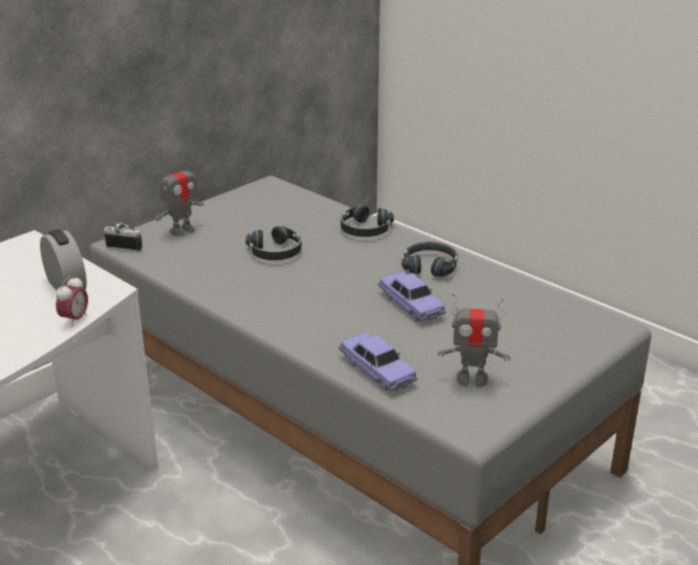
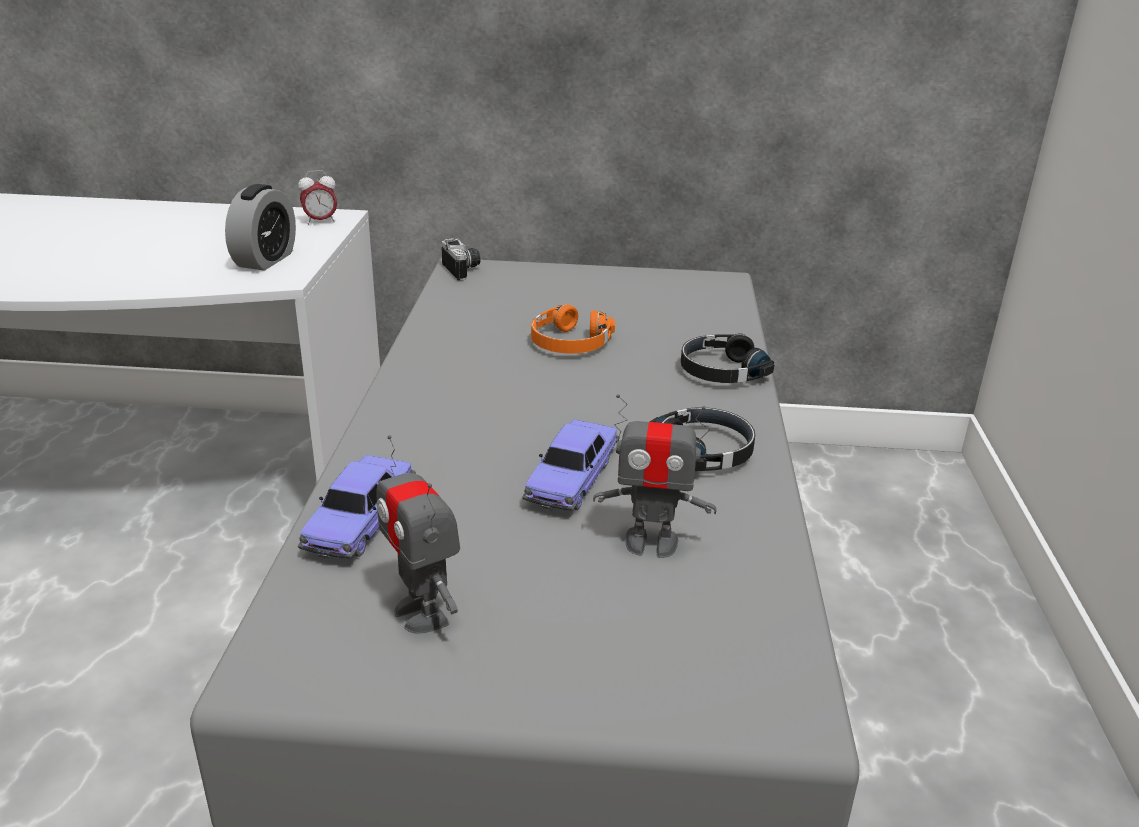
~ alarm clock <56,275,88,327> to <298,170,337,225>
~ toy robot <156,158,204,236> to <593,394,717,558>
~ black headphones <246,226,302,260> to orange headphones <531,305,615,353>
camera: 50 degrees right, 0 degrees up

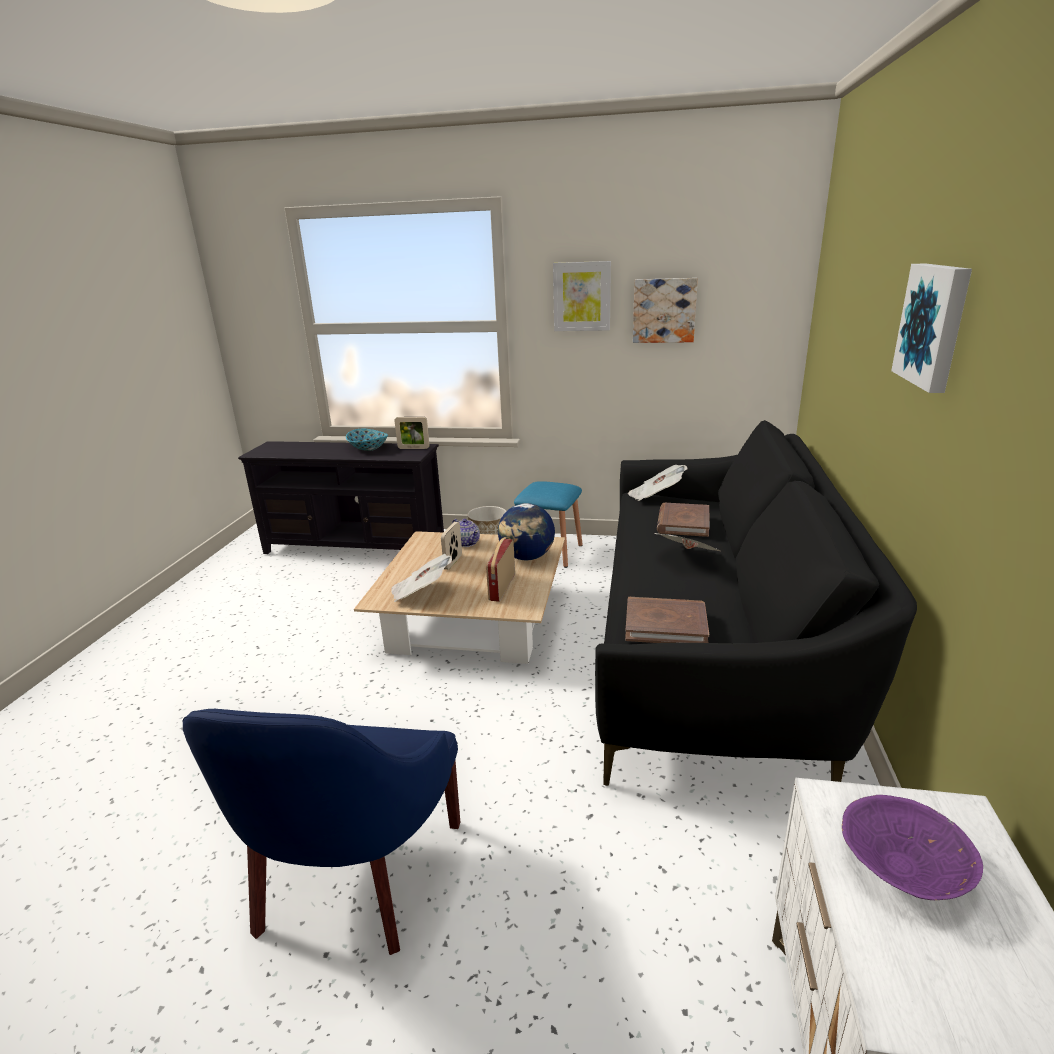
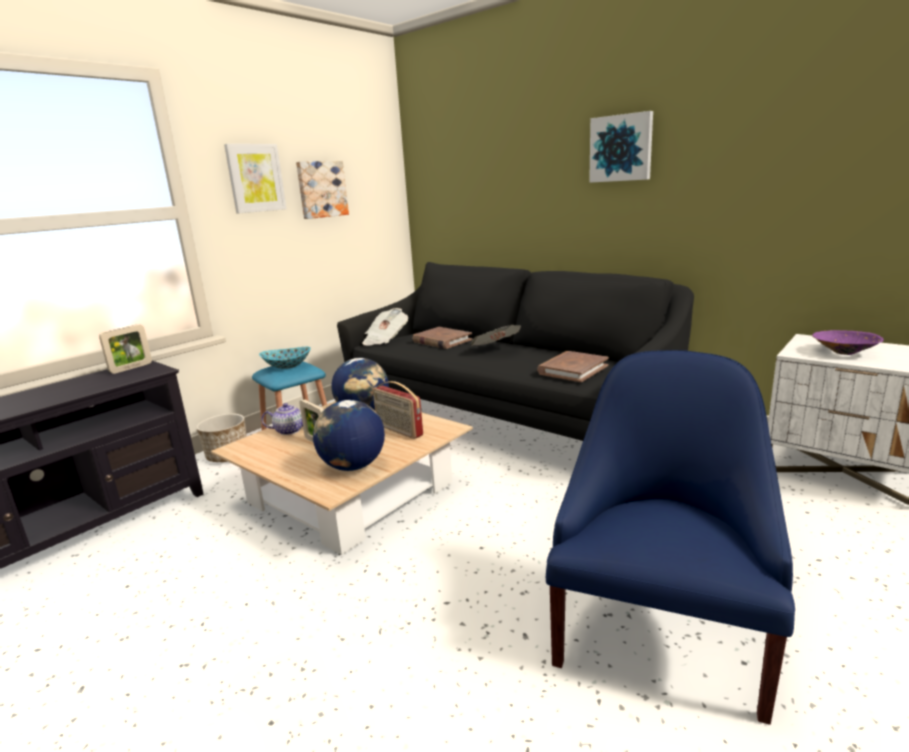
~ bowl <346,429,388,451> to <259,347,311,369>
~ newspaper <391,554,452,602> to globe <313,400,385,471>
~ blue armchair <183,709,460,955> = <546,350,795,725> 105 degrees counterclockwise
camera: 60 degrees left, 5 degrees down

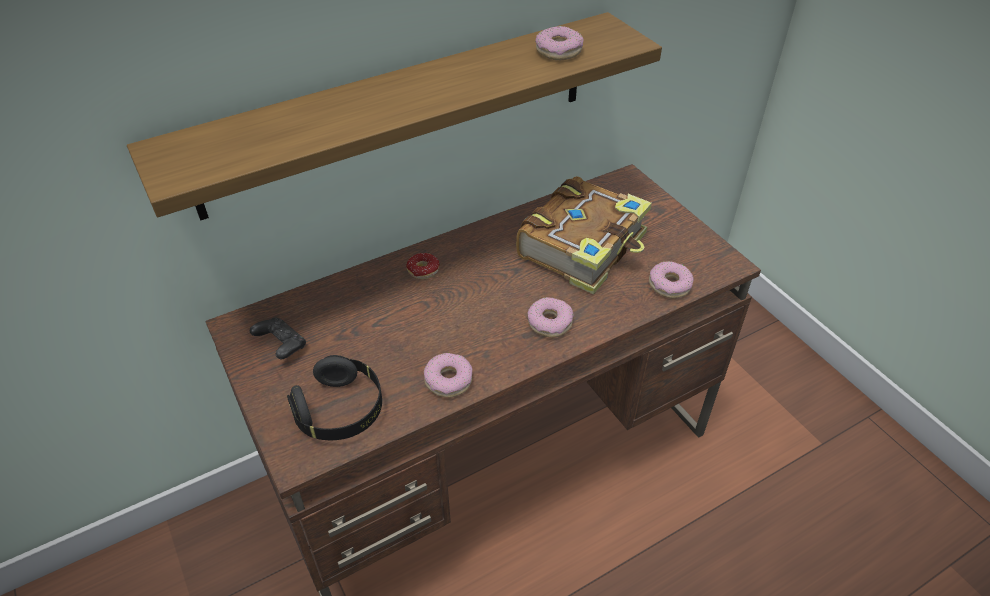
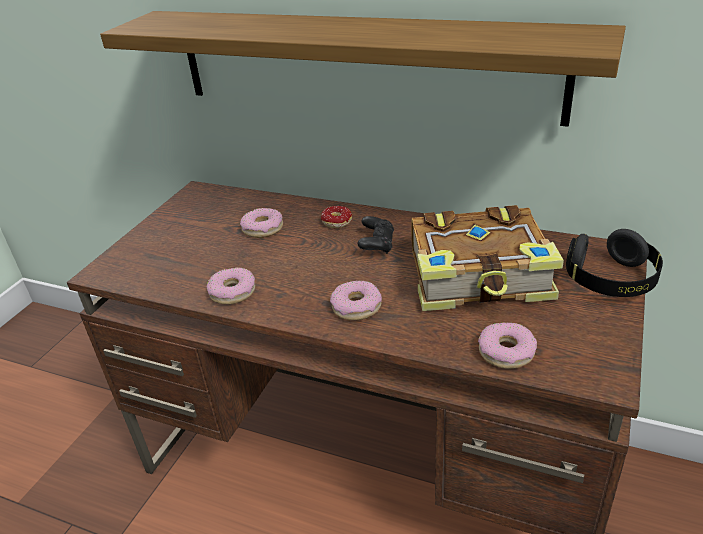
~ black game controller <250,318,306,359> to <357,216,394,254>
~ black headphones <287,355,382,440> to <566,229,663,297>
~ donut <535,26,584,60> to <240,208,283,238>
camera: 55 degrees right, 10 degrees down

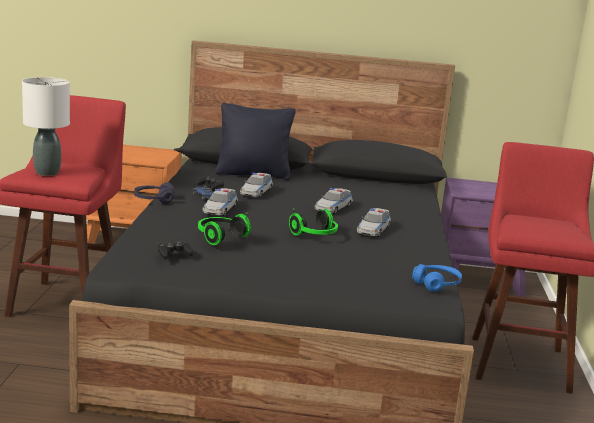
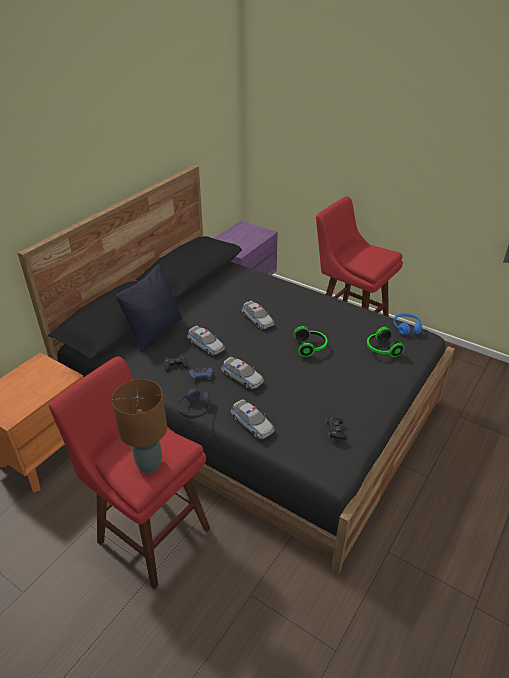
~ headphones <198,212,251,245> to <367,324,405,357>
~ toy car <357,208,391,237> to <231,399,275,439>
~ white table lamp <22,77,70,176> to brown table lamp <111,379,167,473>
camera: 60 degrees left, 20 degrees up

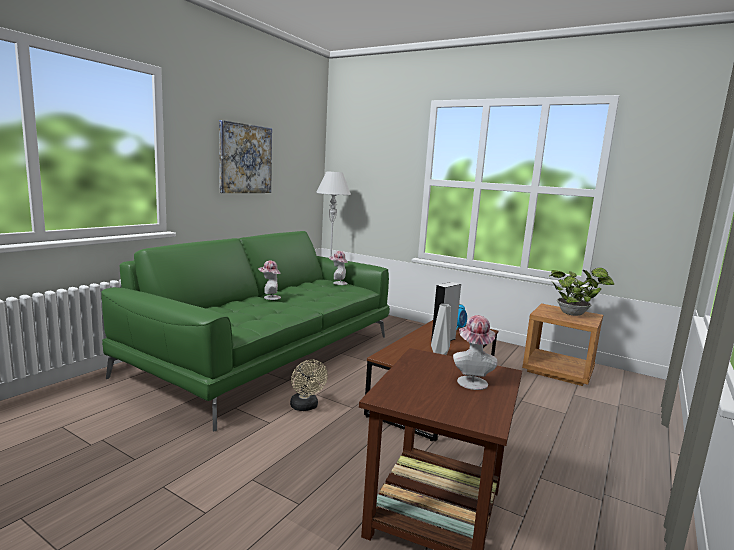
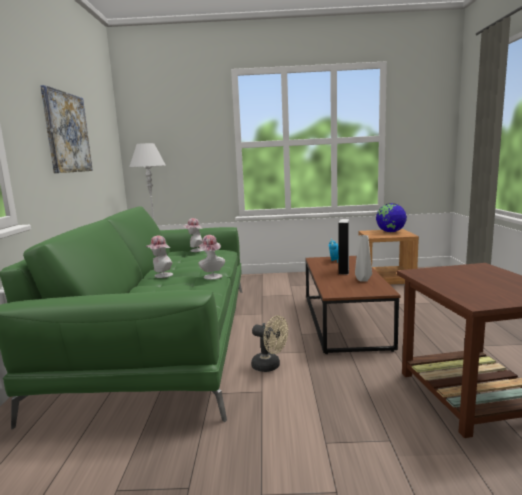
~ hat <453,315,498,390> to <198,235,225,280>
~ potted plant <549,268,615,316> to globe <376,203,407,232>
camera: 30 degrees left, 0 degrees up

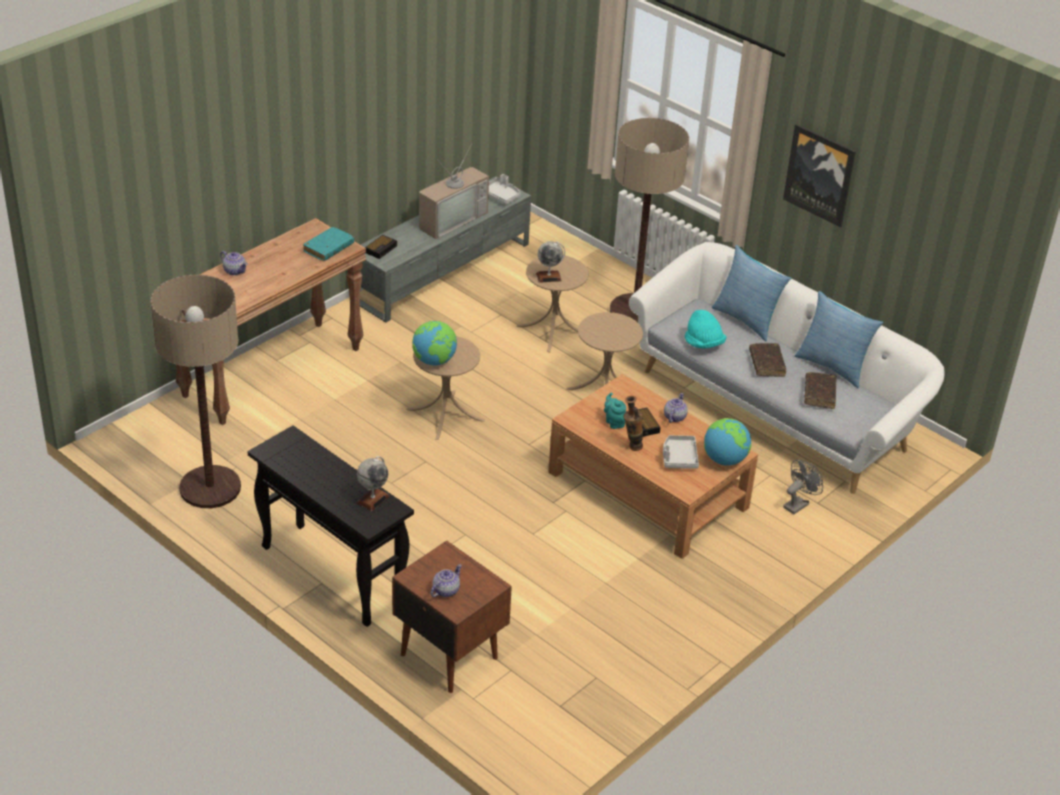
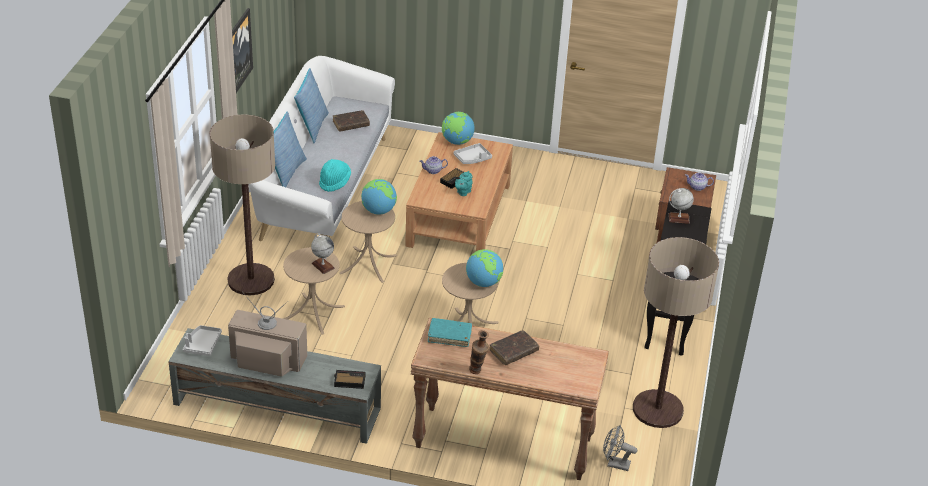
- teapot <220,251,248,275>
+ globe <361,179,397,215>
~ vase <623,396,643,451> to <469,330,489,374>
~ brown book <749,343,786,377> to <490,330,539,365>
~ grey fan <783,460,823,514> to <603,425,637,471>
camera: 120 degrees left, 0 degrees up

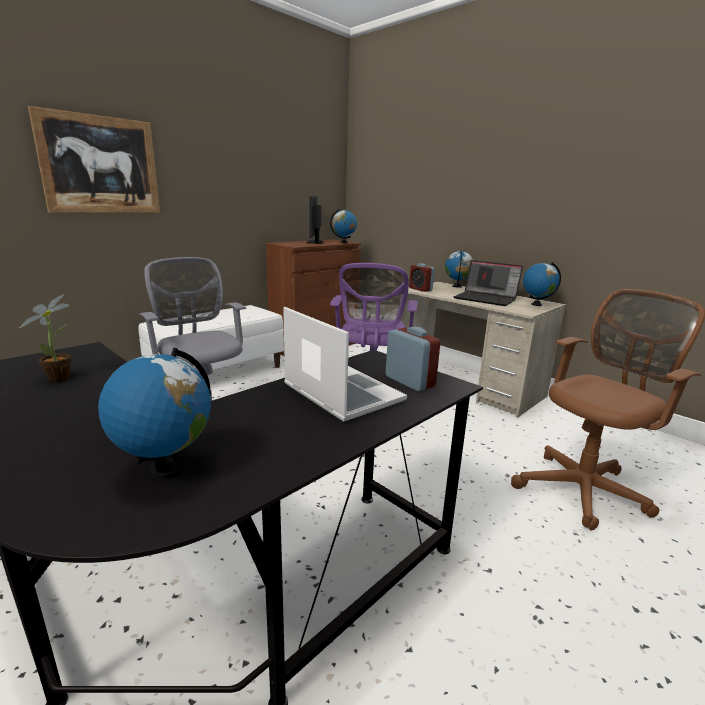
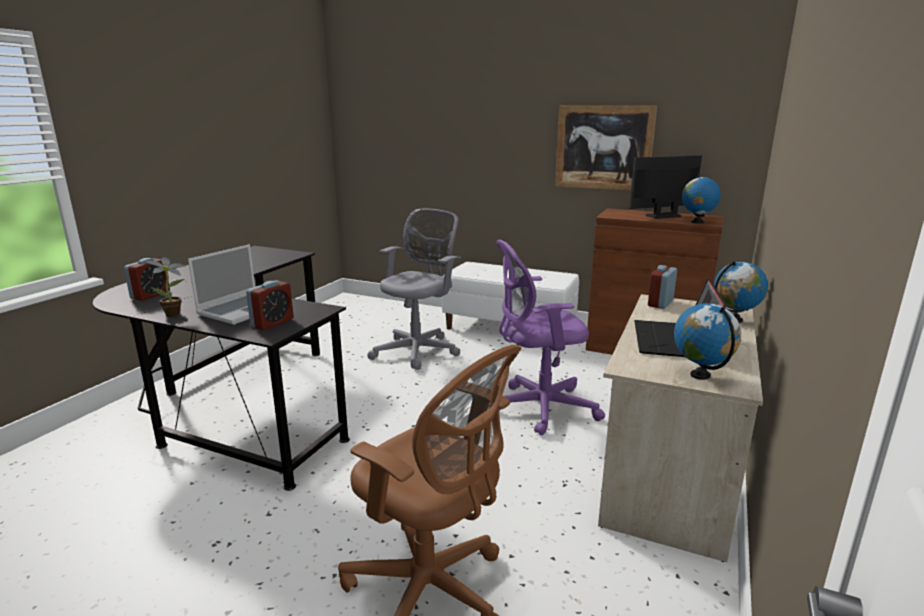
~ potted plant <20,294,72,382> to <145,257,185,317>
~ picture <28,106,160,213> to <555,105,657,191>
~ globe <98,347,211,479> to alarm clock <124,258,170,301>
camera: 70 degrees right, 0 degrees up

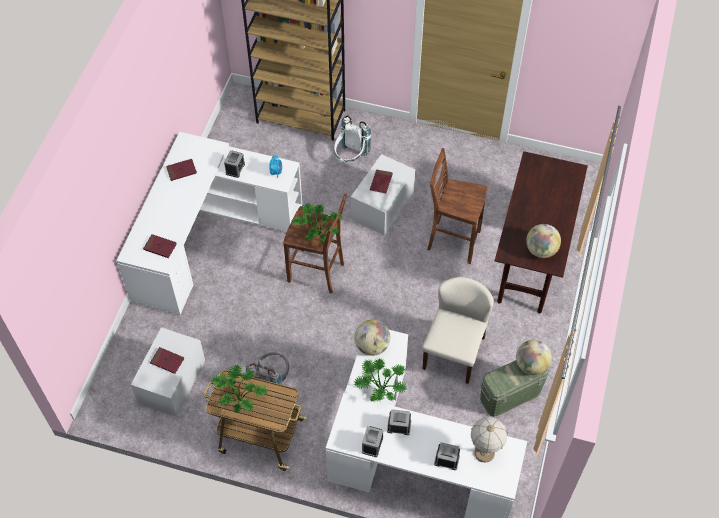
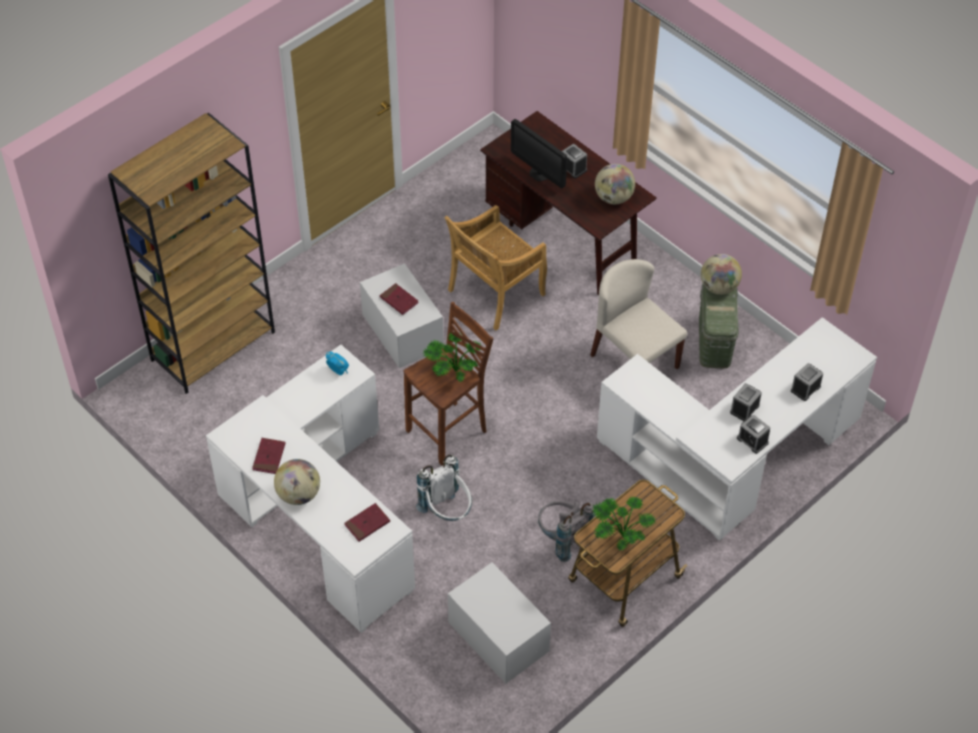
- red book <150,347,184,374>
- potted plant <354,359,407,402>
- table lamp <471,417,507,463>
+ monitor <511,119,567,188>
~ alarm clock <224,150,245,178> to <562,144,587,179>
~ white backpack <334,115,371,162> to <416,454,472,521>
~ globe <354,319,391,356> to <274,459,320,505>
~ brown stool <427,148,487,264> to beige chair <445,205,547,330>
camera: 60 degrees left, 5 degrees down

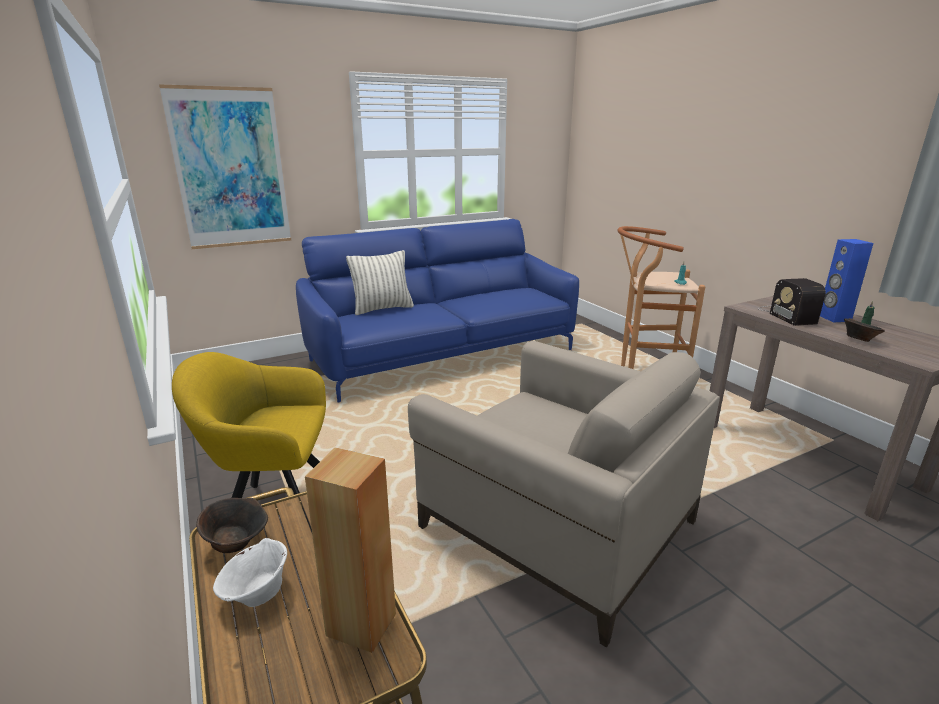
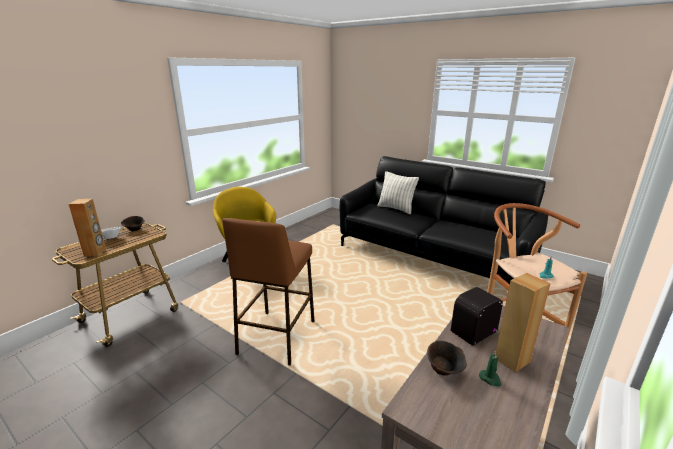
- picture <159,85,291,249>
~ beige armchair <408,341,720,648> to brown stool <222,218,314,366>
~ blue sofa <296,219,579,403> to black sofa <340,156,548,284>
~ blue speaker <820,239,873,322> to brown speaker <496,273,551,373>
camera: 65 degrees right, 0 degrees up

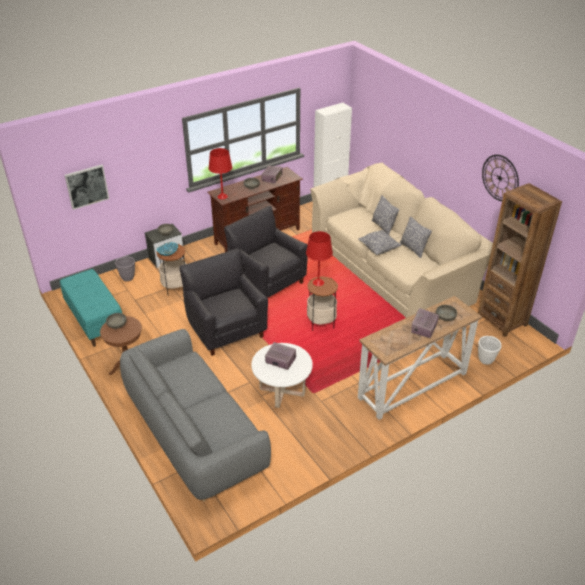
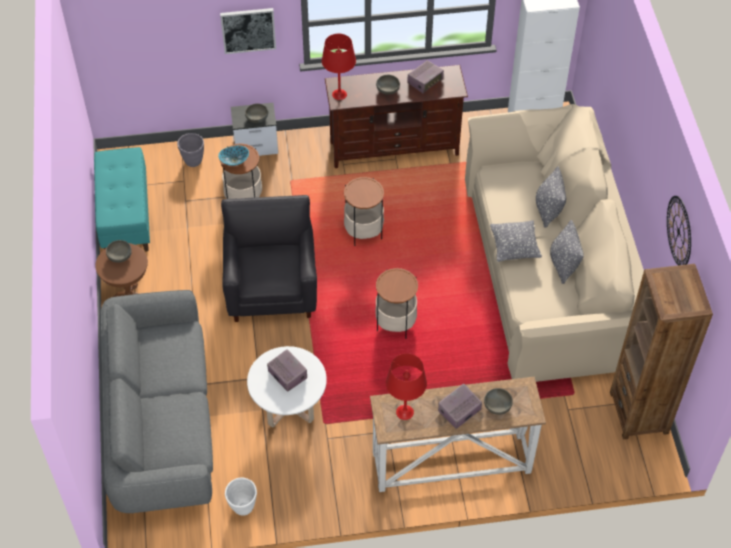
~ picture <65,165,109,210> to <220,8,276,54>
~ red table lamp <306,231,333,286> to <386,353,427,420>
~ white planter <478,336,502,365> to <225,477,257,516>
~ black armchair <224,206,308,298> to side table <344,177,384,246>
camera: 25 degrees right, 15 degrees up

